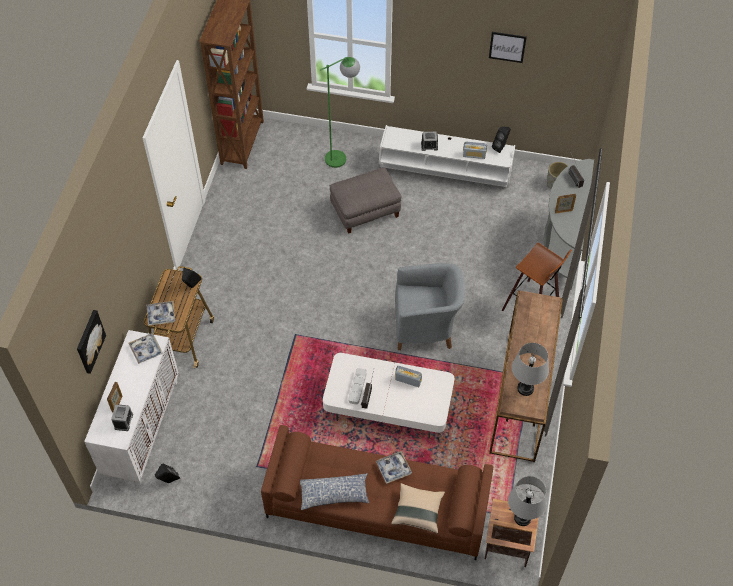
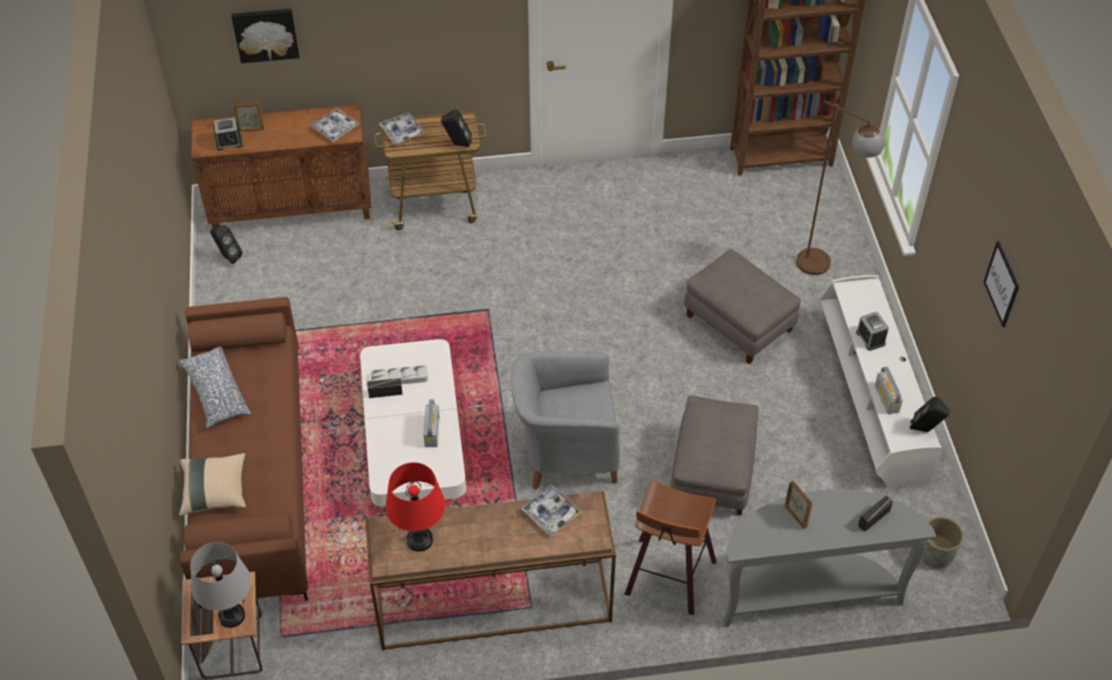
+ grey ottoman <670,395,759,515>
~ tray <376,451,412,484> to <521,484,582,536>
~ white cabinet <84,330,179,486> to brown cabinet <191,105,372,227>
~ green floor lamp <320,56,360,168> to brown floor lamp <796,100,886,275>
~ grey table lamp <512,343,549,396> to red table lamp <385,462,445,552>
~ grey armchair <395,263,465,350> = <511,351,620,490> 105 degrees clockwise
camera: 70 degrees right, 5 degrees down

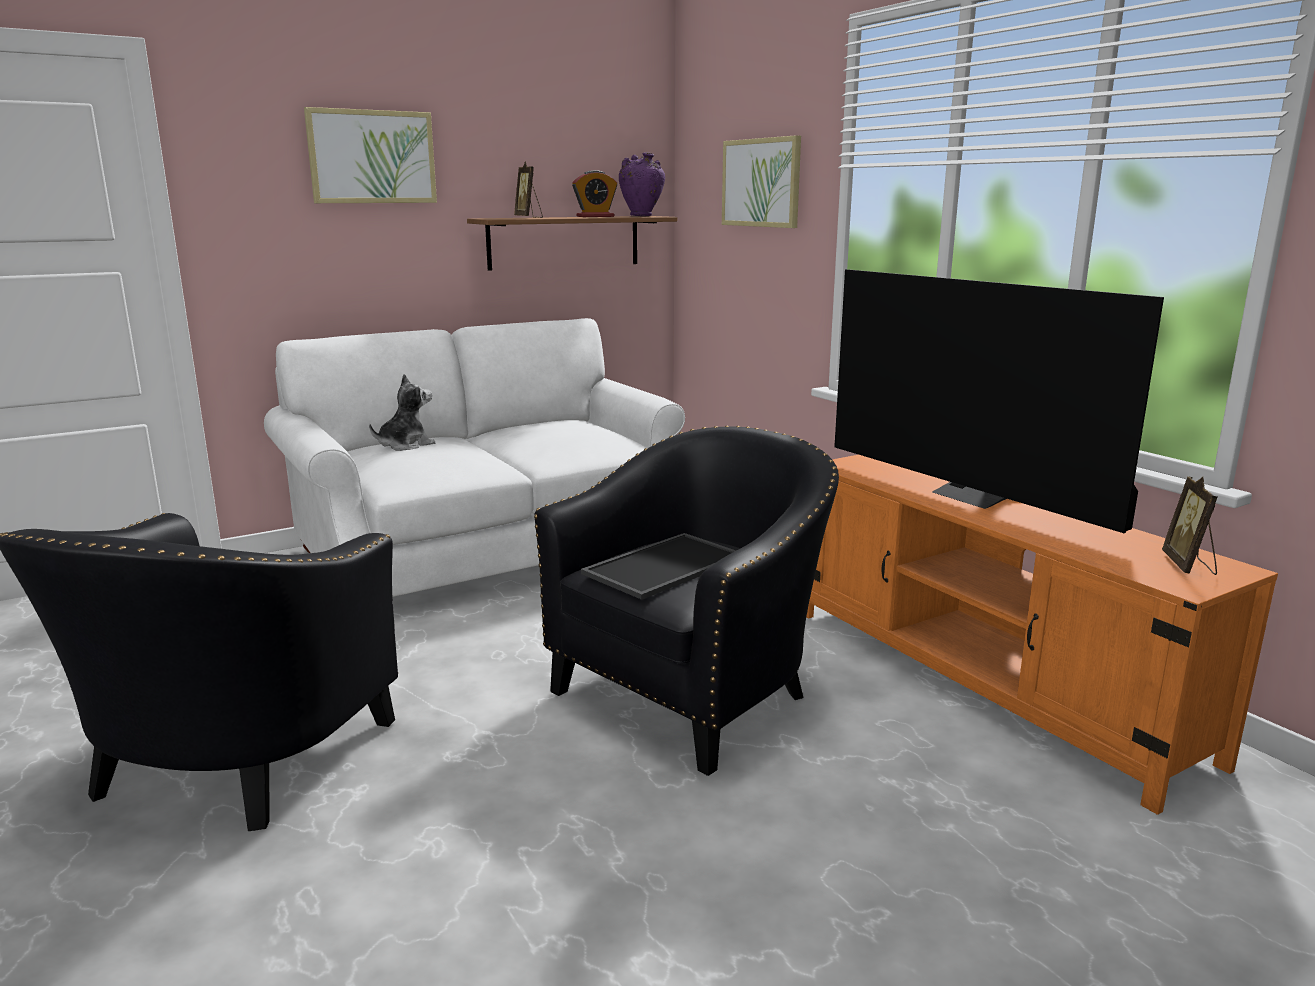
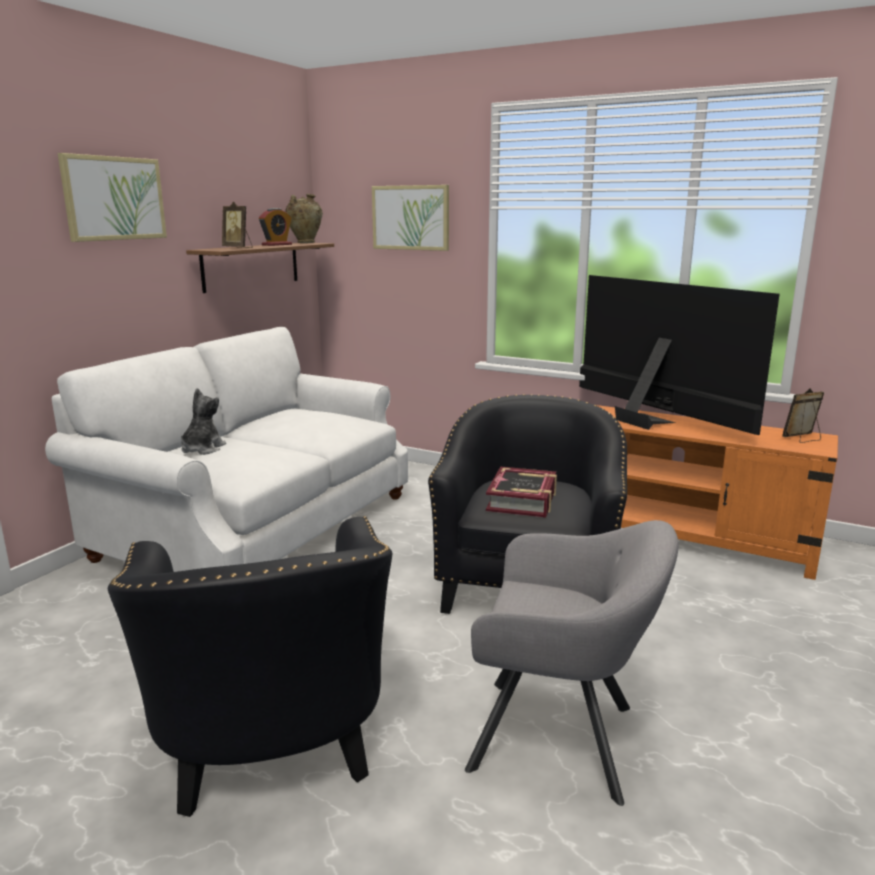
+ grey armchair <465,520,679,806>
~ tray <581,533,736,600> to book <486,467,557,518>
~ purple vase <619,153,665,216> to beige vase <285,194,323,243>
~ television <834,269,1164,533> = <579,275,780,435> 150 degrees counterclockwise
~ picture frame <1162,476,1218,575> = <782,388,824,443> 90 degrees clockwise
camera: 30 degrees left, 0 degrees up

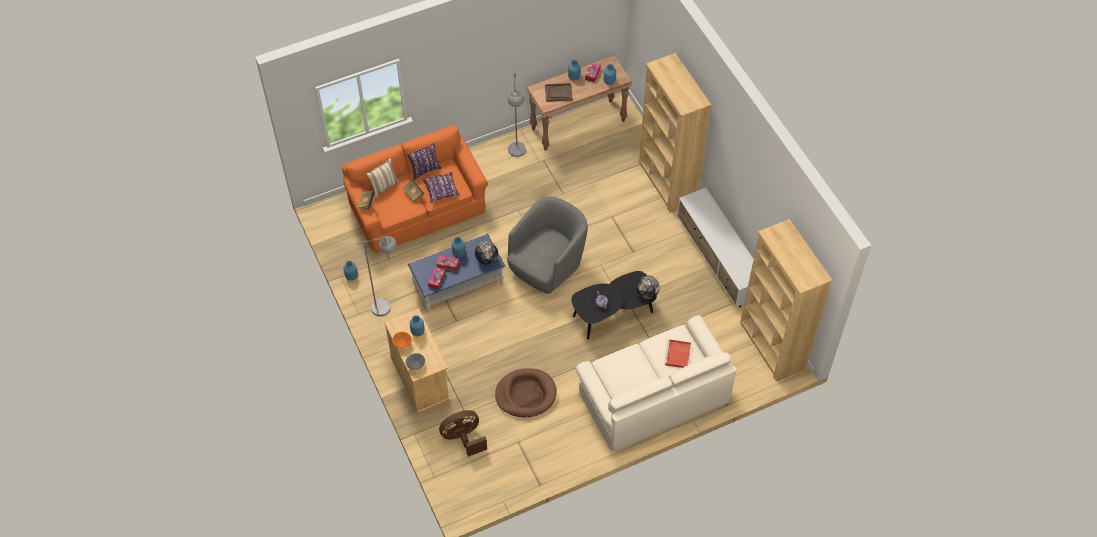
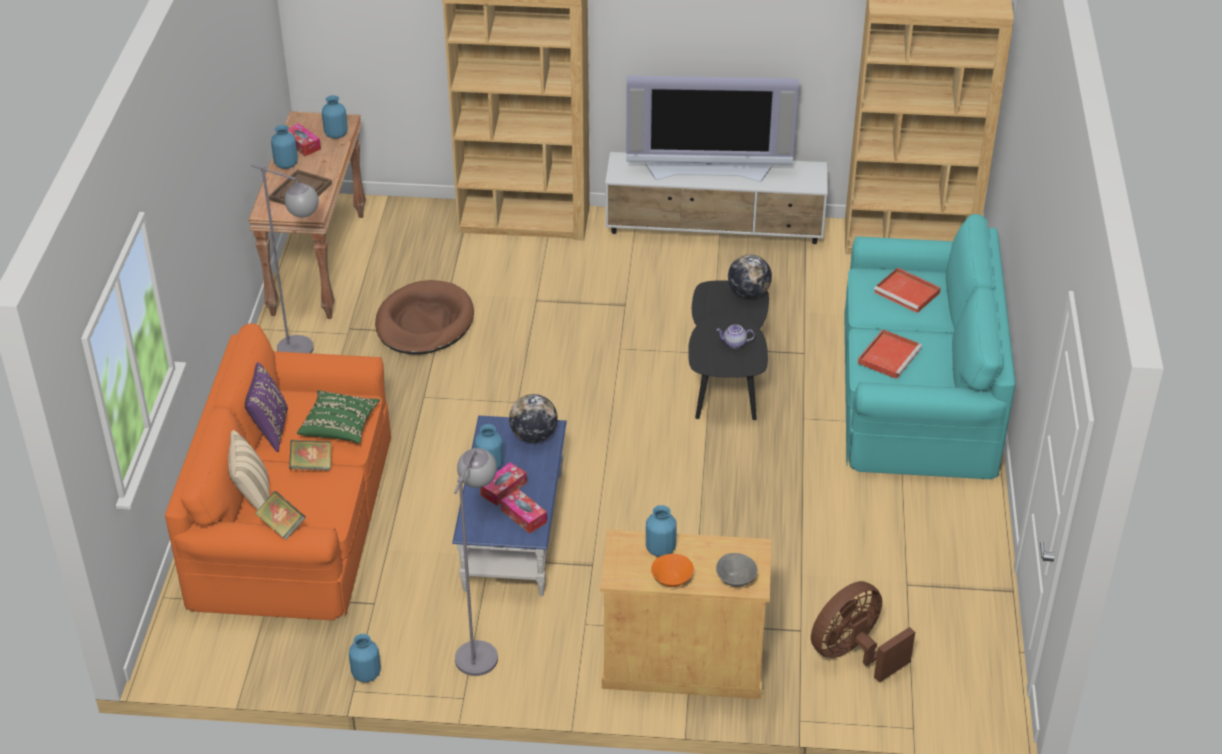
- grey armchair <507,197,588,294>
+ television <626,76,799,182>
+ red tray <858,329,922,379>
~ brown dog bed <495,368,557,417> to <375,280,474,355>
~ purple pillow <423,172,460,203> to green pillow <297,390,380,443>
~ beige sofa <575,315,737,452> to turquoise sofa <844,214,1015,479>
~ brown fan <439,410,487,457> = <811,581,915,682> 45 degrees clockwise
camera: 60 degrees left, 15 degrees down

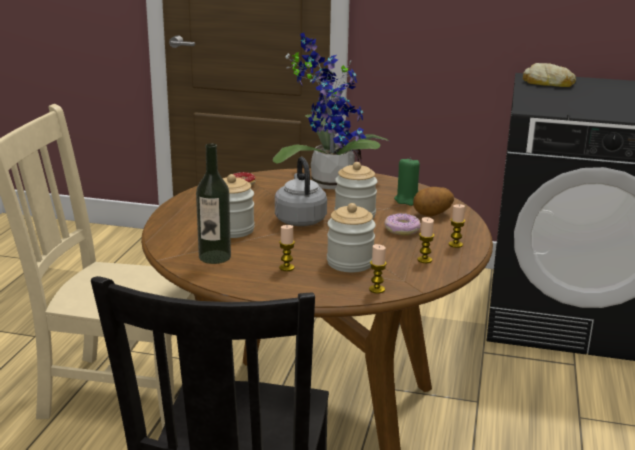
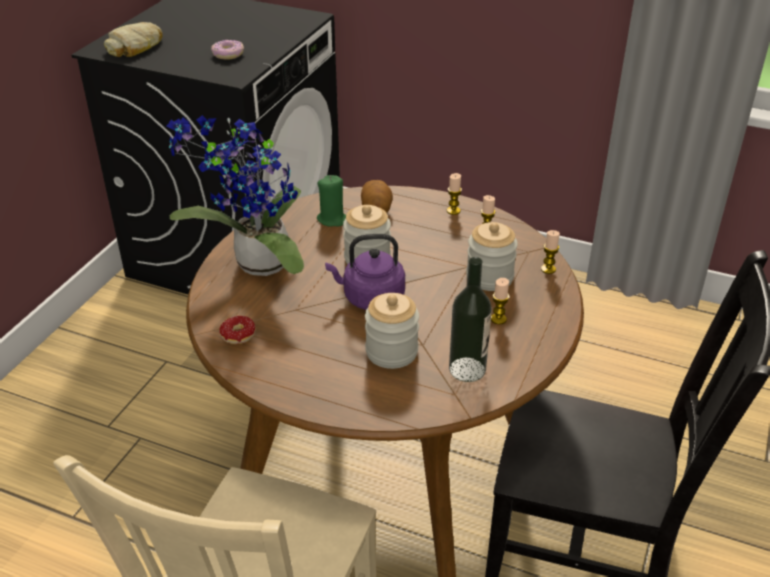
~ donut <384,213,421,235> to <211,40,244,60>
~ grey kettle <275,157,327,226> to purple kettle <325,234,405,310>
camera: 80 degrees left, 15 degrees up

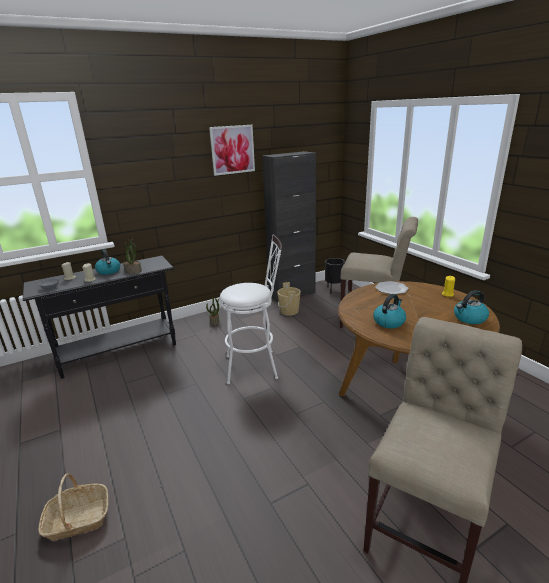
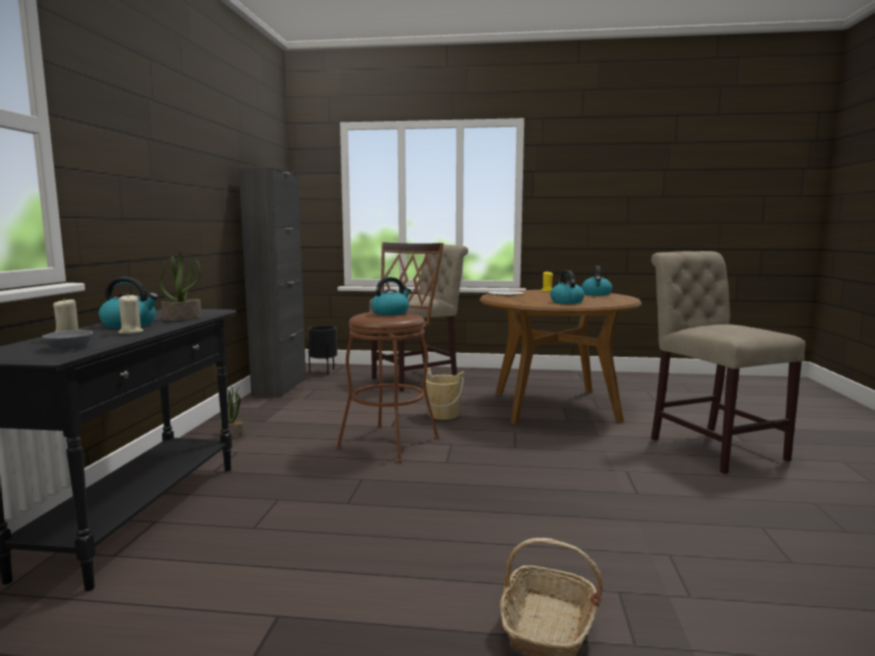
- picture <209,125,255,176>
+ kettle <371,277,411,315>
~ beige bucket <277,282,301,316> to <423,368,464,420>
~ white stool <220,235,282,384> to brown stool <336,242,444,463>
camera: 55 degrees left, 15 degrees down

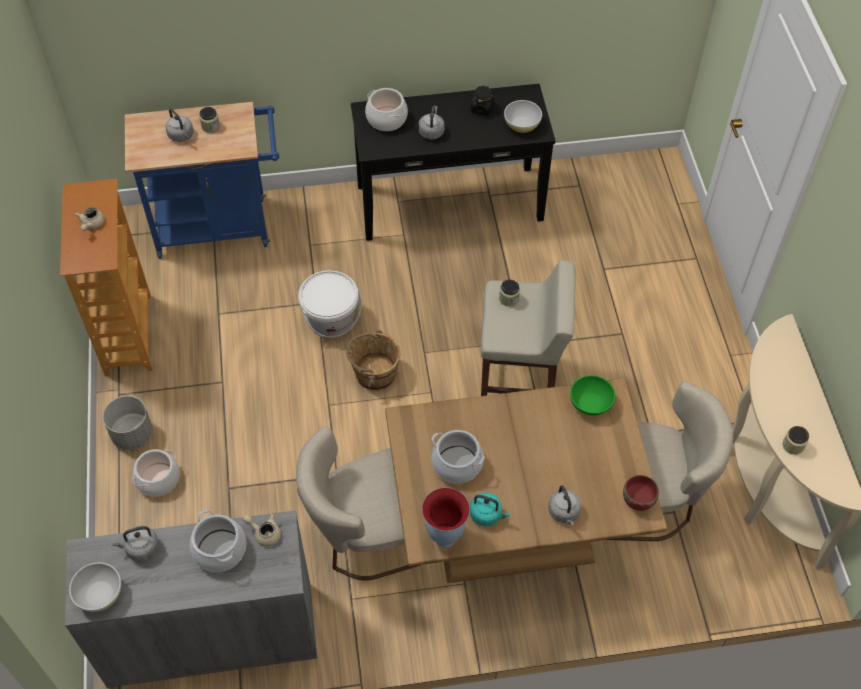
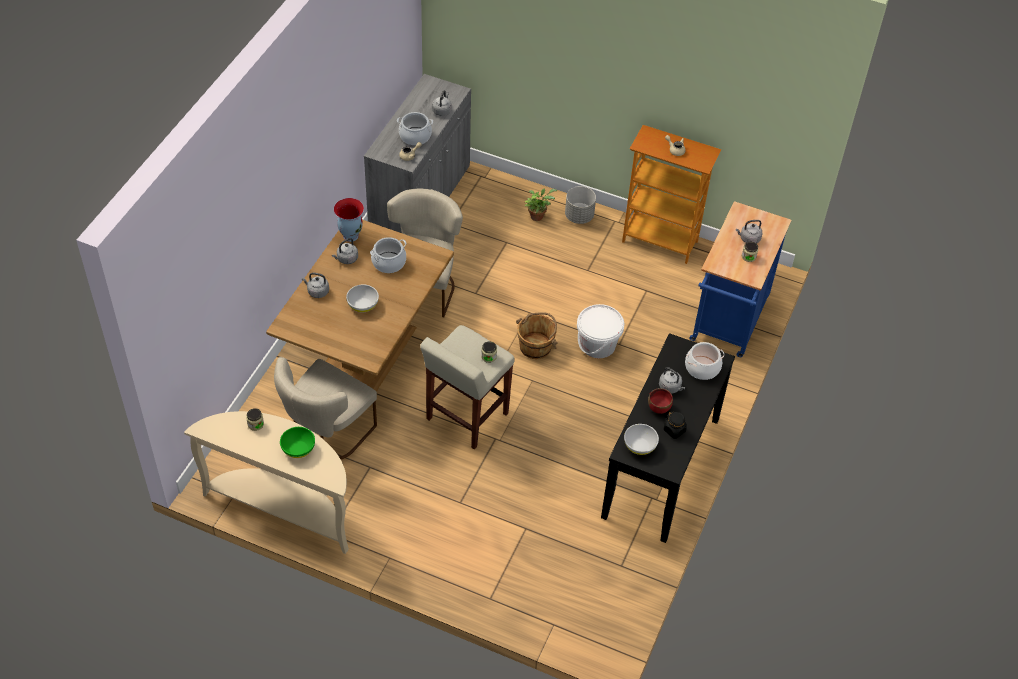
~ white bowl <69,562,121,612> to <346,284,379,312>
~ green bowl <570,375,615,416> to <280,427,315,458>
~ red bowl <623,475,659,511> to <648,388,673,414>
~ cooking pot <132,449,180,497> to potted plant <525,189,558,221>
~ turquoise kettle <470,493,510,527> to grey kettle <332,238,358,264>
camera: 120 degrees right, 5 degrees down

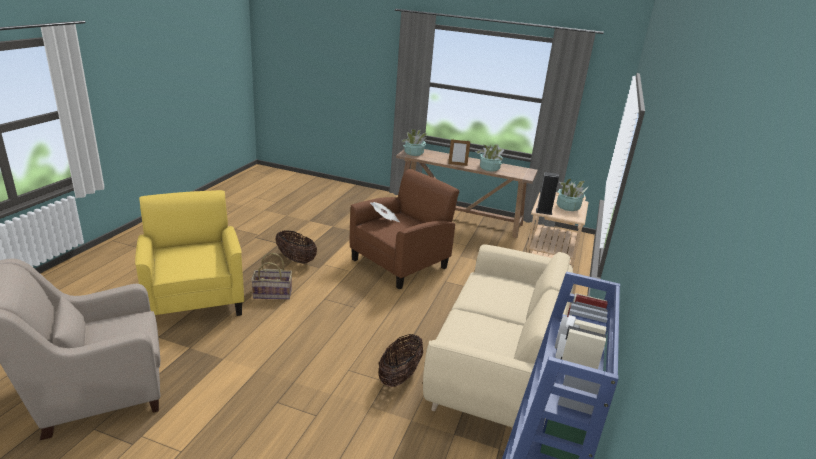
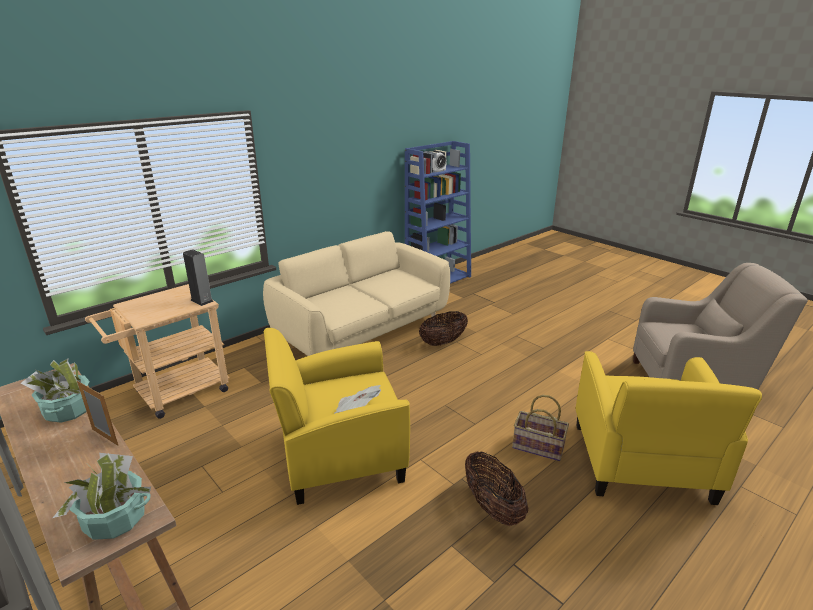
- potted plant <556,178,589,211>
~ brown armchair <350,169,459,289> to yellow armchair <264,328,410,505>
camera: 150 degrees left, 0 degrees up

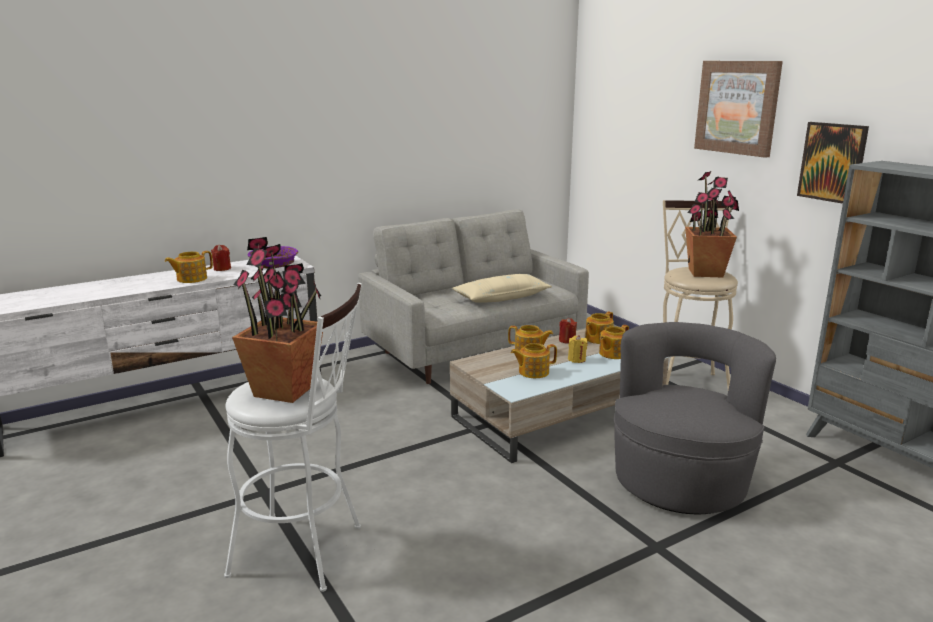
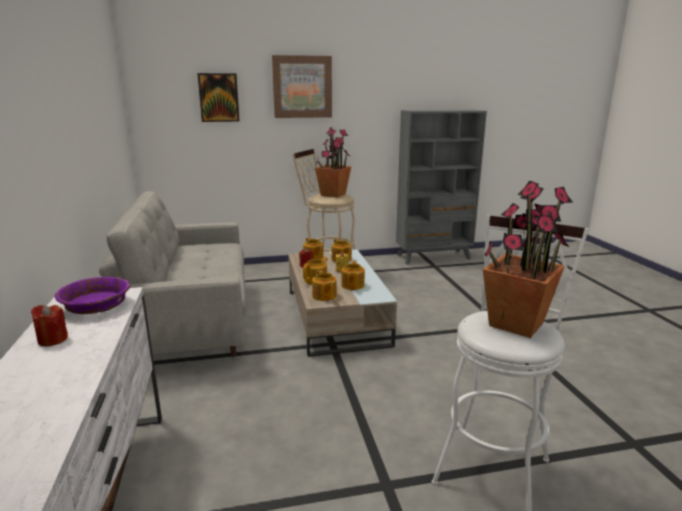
- beige pillow <451,274,552,303>
- grey armchair <614,322,776,514>
~ teapot <165,251,213,283> to <312,270,337,301>
~ picture <797,122,869,204> to <197,73,240,122>
camera: 70 degrees left, 0 degrees up

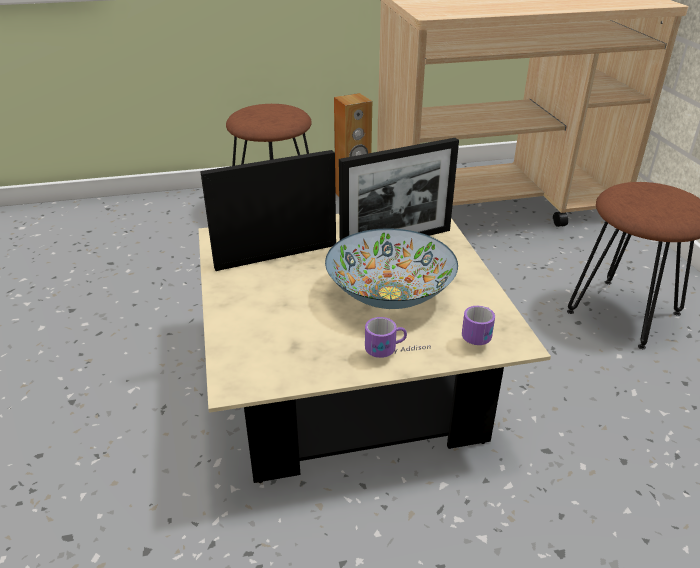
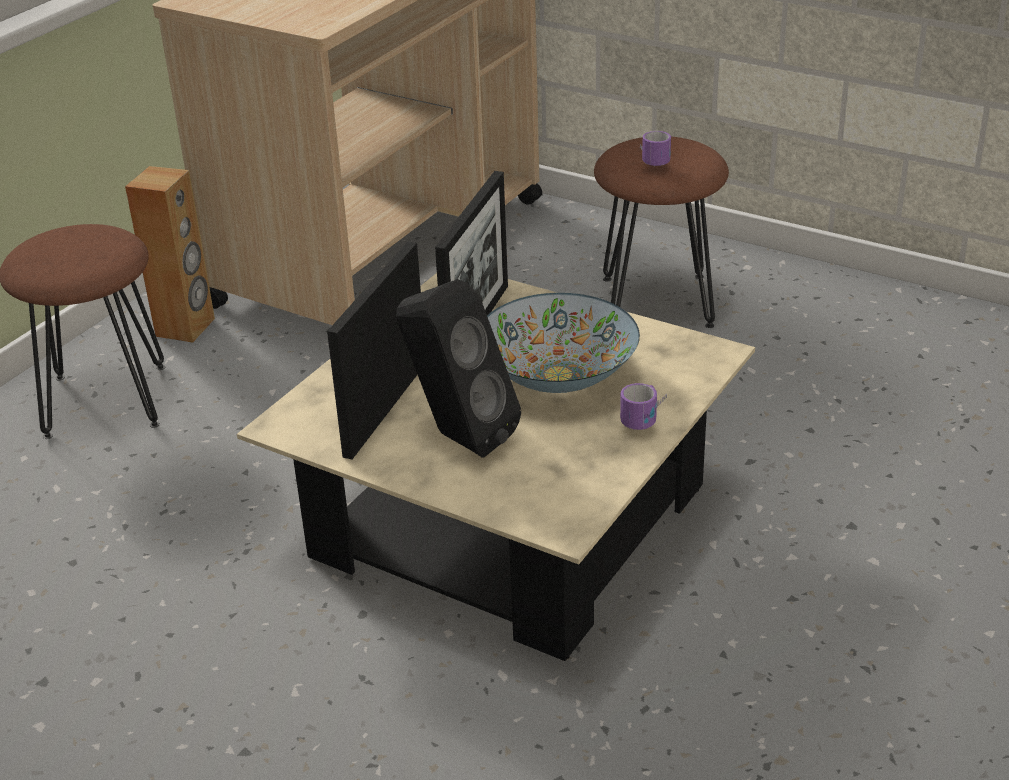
+ black speaker <396,279,521,458>
~ mug <462,306,495,345> to <640,131,671,167>
camera: 45 degrees left, 0 degrees up

